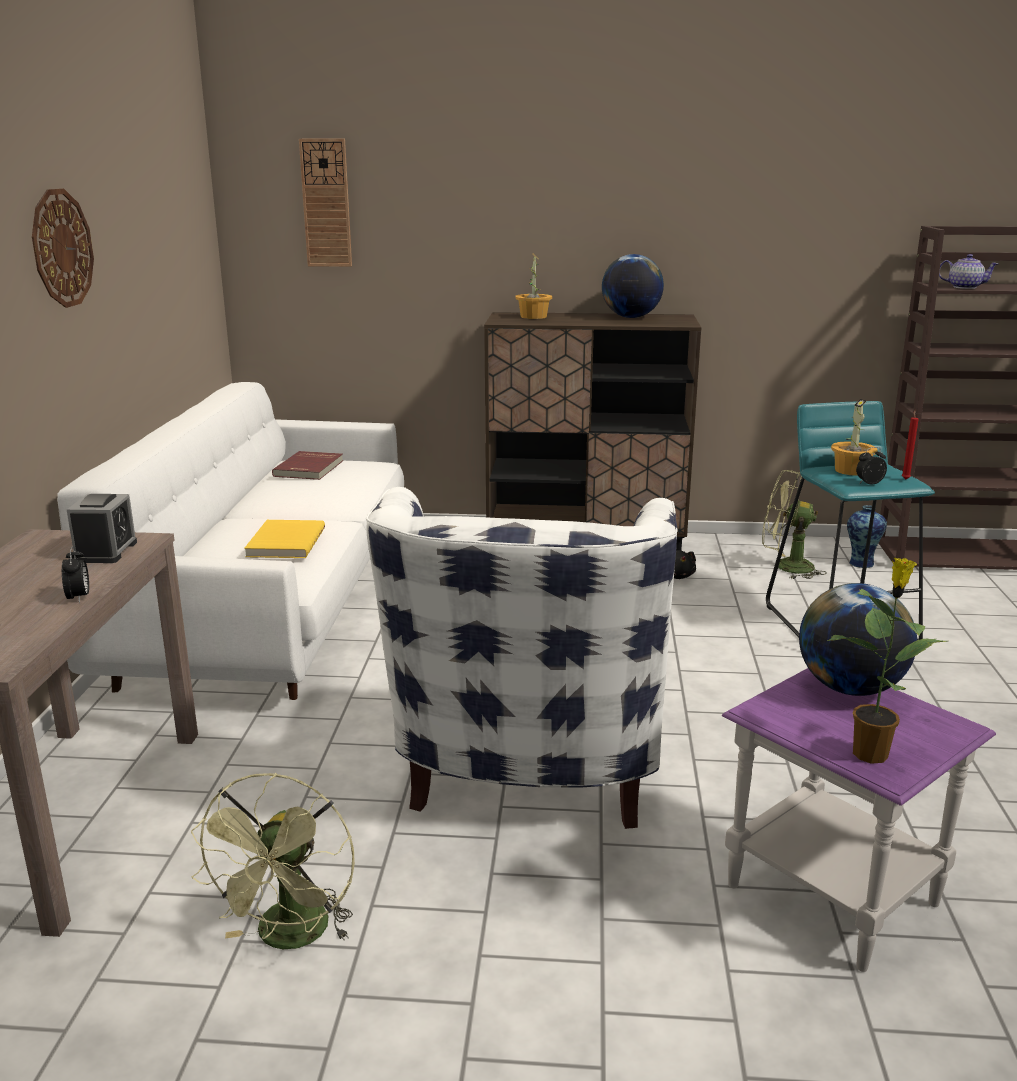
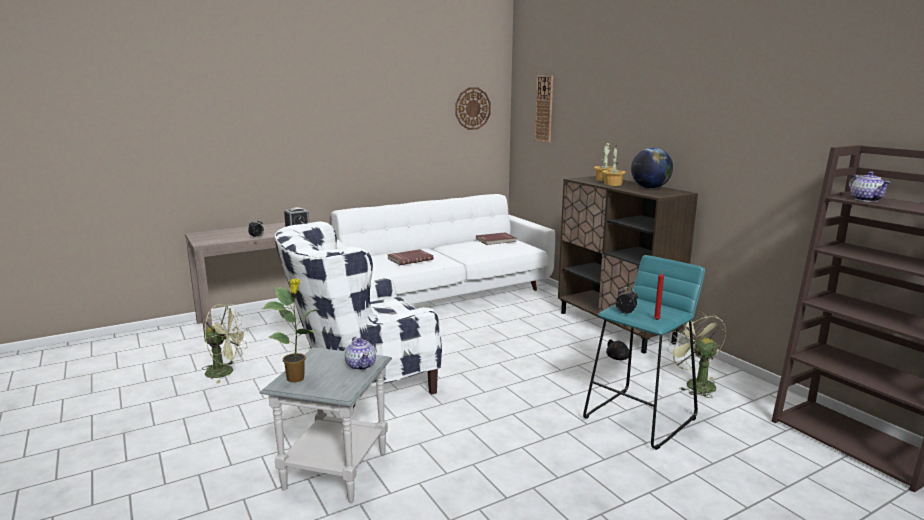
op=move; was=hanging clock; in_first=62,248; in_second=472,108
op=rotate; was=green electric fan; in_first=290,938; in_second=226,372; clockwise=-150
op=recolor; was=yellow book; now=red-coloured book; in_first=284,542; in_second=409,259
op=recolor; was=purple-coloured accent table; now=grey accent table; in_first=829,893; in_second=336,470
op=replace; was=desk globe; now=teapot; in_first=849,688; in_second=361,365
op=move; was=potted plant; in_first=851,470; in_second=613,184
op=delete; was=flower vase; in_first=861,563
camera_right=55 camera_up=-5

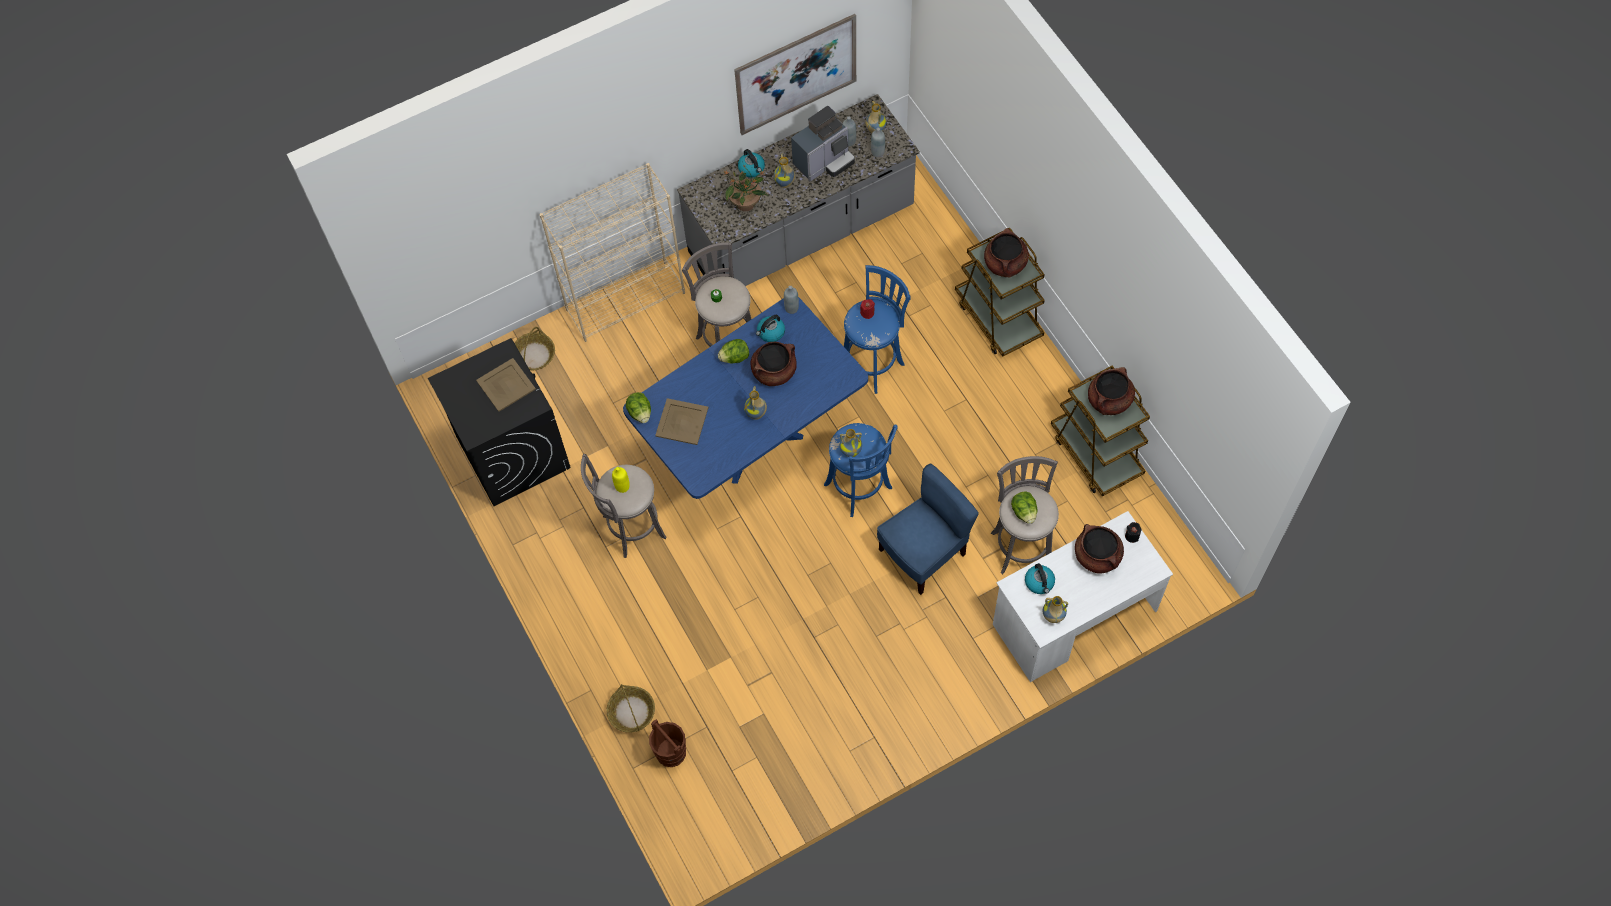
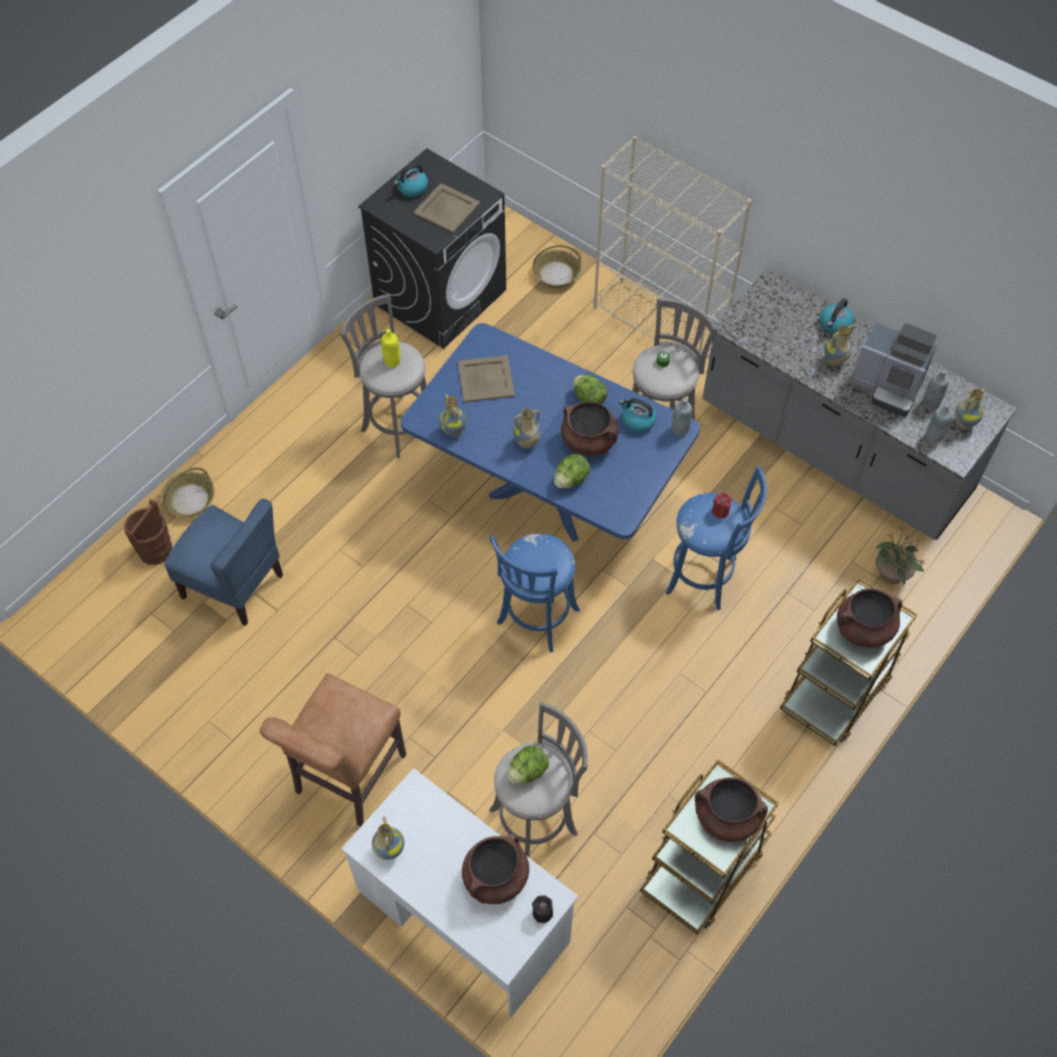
op=move; was=head of lettuce; in_first=640,413; in_second=571,480
op=move; was=potted plant; in_first=746,203; in_second=891,574
op=delete; was=wall picture; in_first=796,74
op=move; was=flower vase; in_first=851,451; in_second=454,431
op=move; was=blue-coloured plain chair; in_first=923,553; in_second=234,585
op=move; was=water kettle; in_first=1039,582; in_second=412,188
op=insert; now=brown-coloured plain chair; in_second=347,778
camera_right=65 camera_up=-5

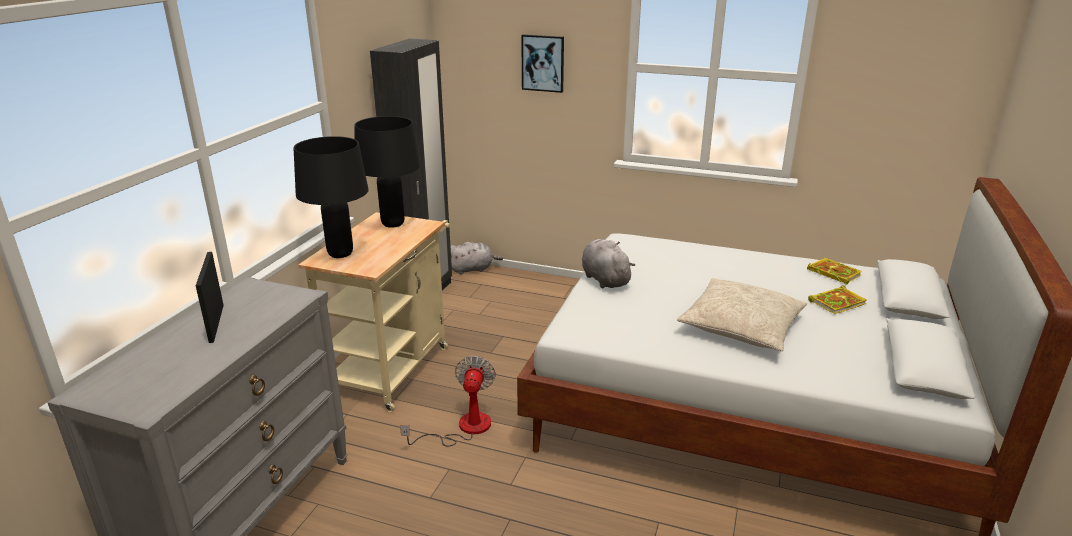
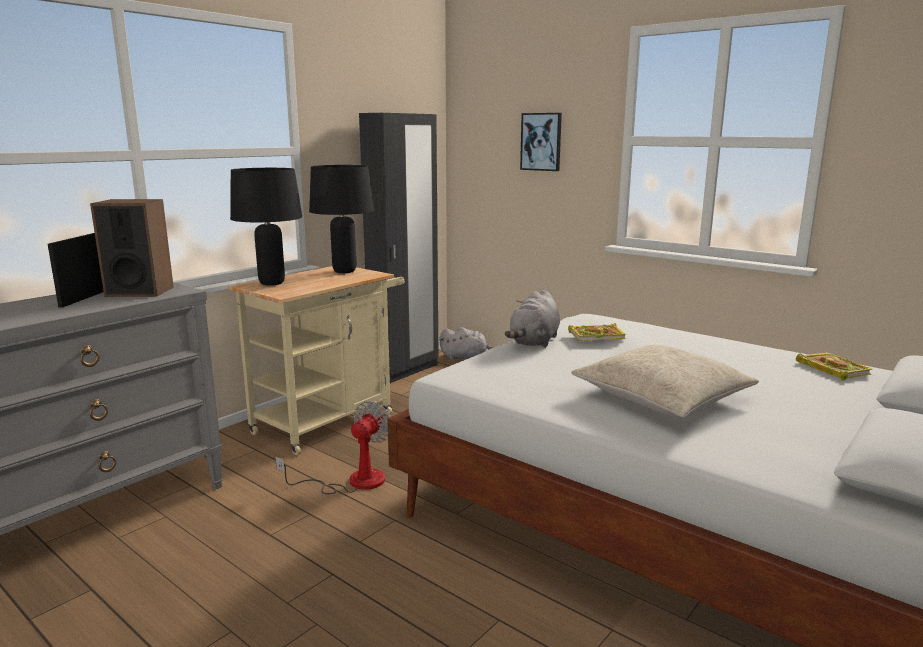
op=rotate; was=grey plush toy; in_first=604,279; in_second=534,342; clockwise=-150
op=move; was=book; in_first=837,302; in_second=597,335
op=insert; now=loudspeaker; in_second=140,291
camera_right=20 camera_up=-10

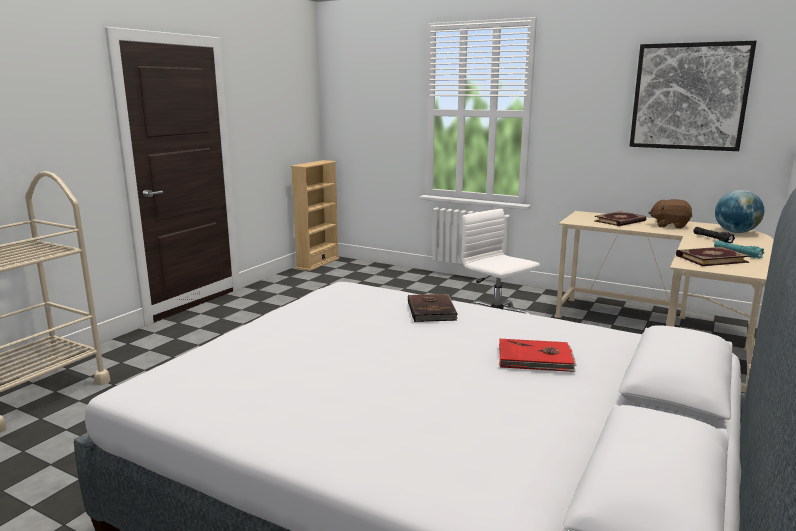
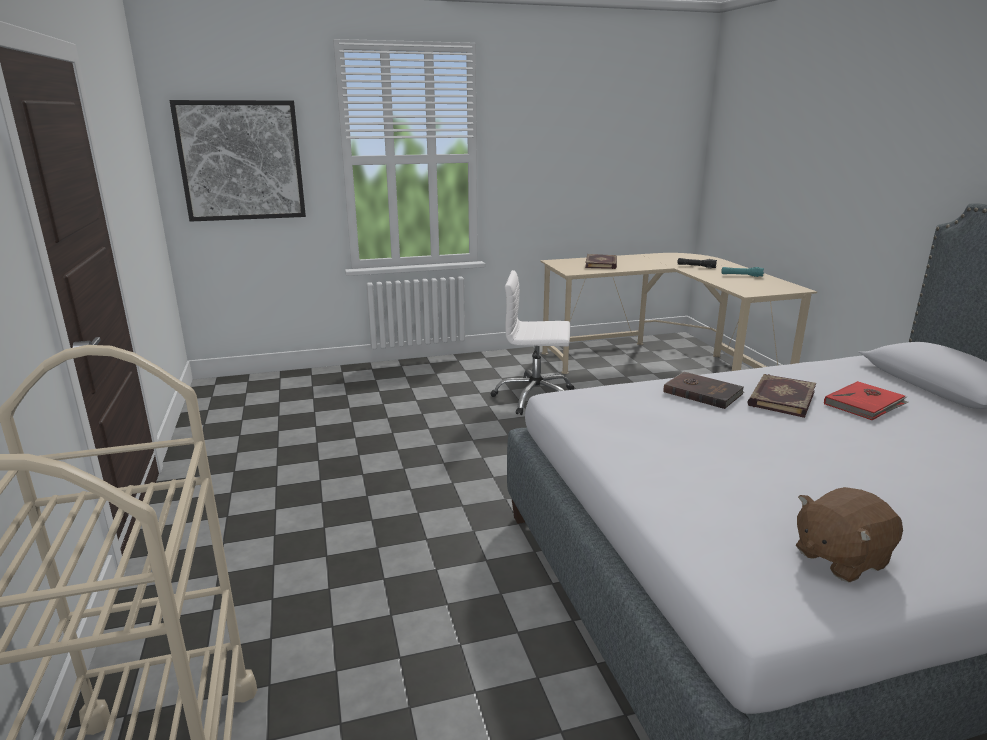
op=delete; was=beige bookshelf; in_first=318,263
op=move; was=wall picture; in_first=689,96; in_second=241,161
op=move; was=brown-coloured plush toy; in_first=669,225; in_second=839,558
op=move; was=book; in_first=711,258; in_second=780,398
op=delete; was=desk globe; in_first=736,232
camera_right=-45 camera_up=5

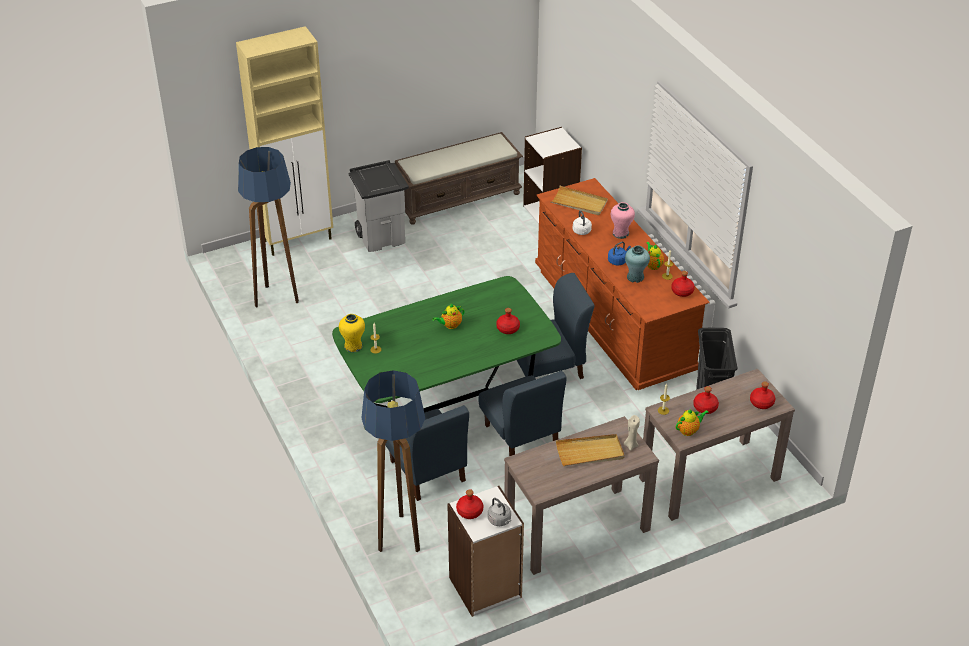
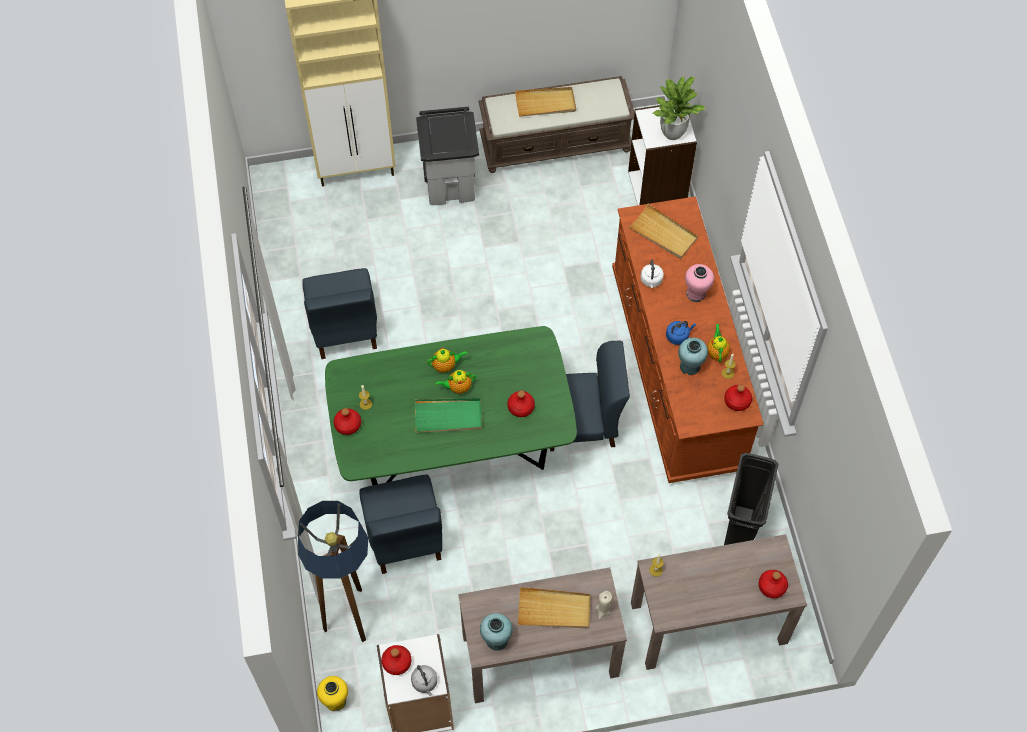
op=delete; was=standing lamp; in_first=277,299
op=move; was=yellow flower vase; in_first=353,346; in_second=335,701
op=move; was=blue-coloured plain chair; in_first=521,436; in_second=344,327
op=move; was=teapot; in_first=689,430; in_second=446,366
op=move; was=red-coloured bottle; in_first=705,407; in_second=347,424
op=insert; now=green carrying tray; in_second=448,416
op=insert; now=turquoise flower vase; in_second=497,640
op=insert; now=beige carrying tray; in_second=545,103
op=insert; now=potted plant; in_second=673,132
camera_right=15 camera_up=20

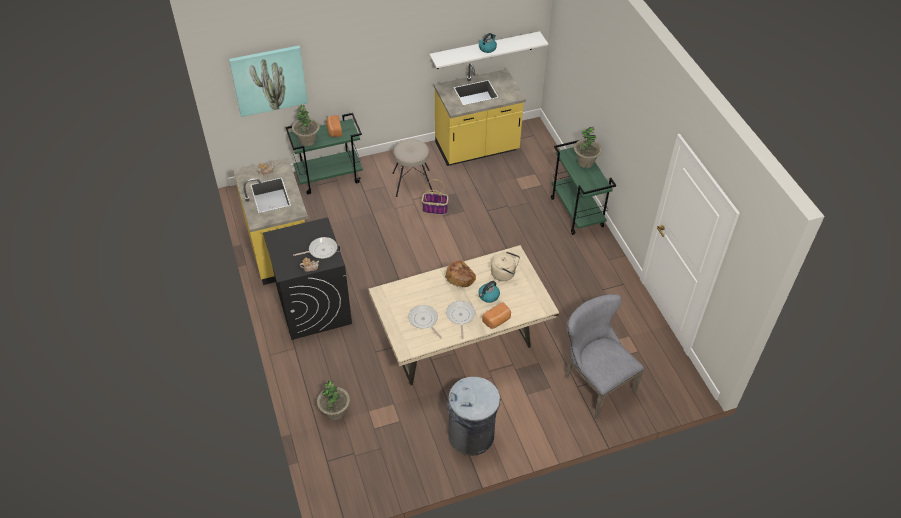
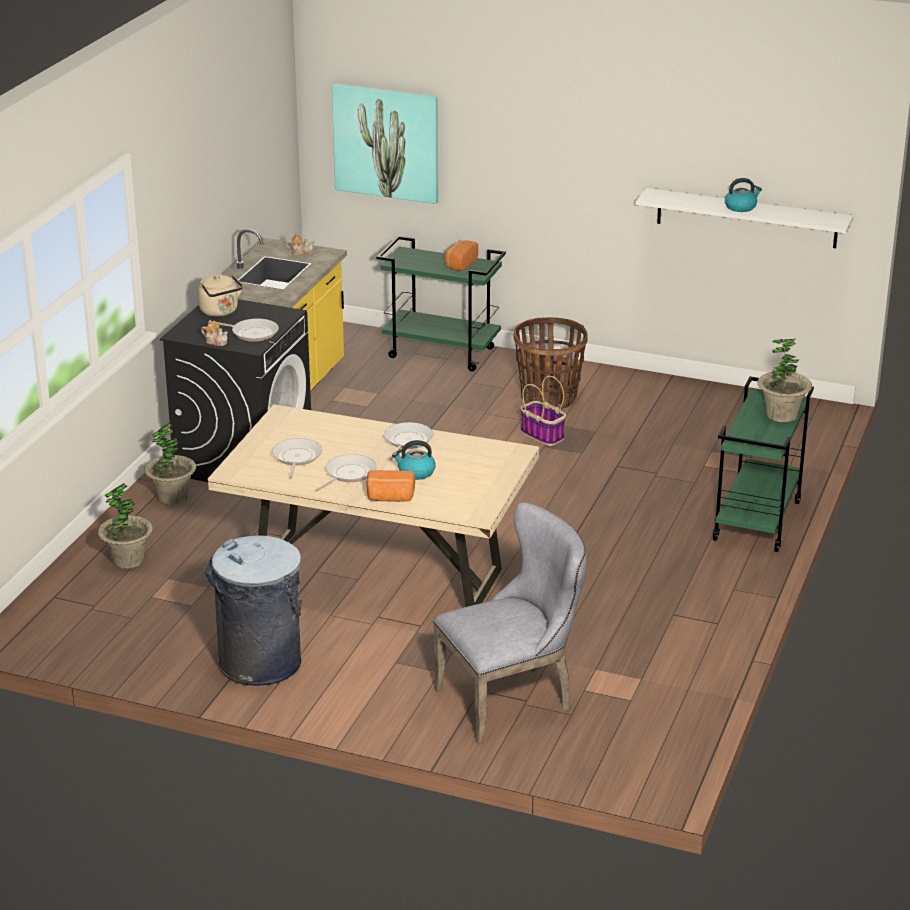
op=move; was=potted plant; in_first=307,141; in_second=172,497
op=replace; was=beige stool seat; now=basket; in_first=412,182; in_second=549,398
op=delete; was=yellow kitchen base unit; in_first=477,149
op=replace; was=baked bread; now=pan; in_first=460,277; in_second=407,441
op=move; was=beige water kettle; in_first=504,274; in_second=220,312
op=rotate; was=grey plain chair; in_first=594,382; in_second=512,699; clockwise=60
camera_right=40 camera_up=-20

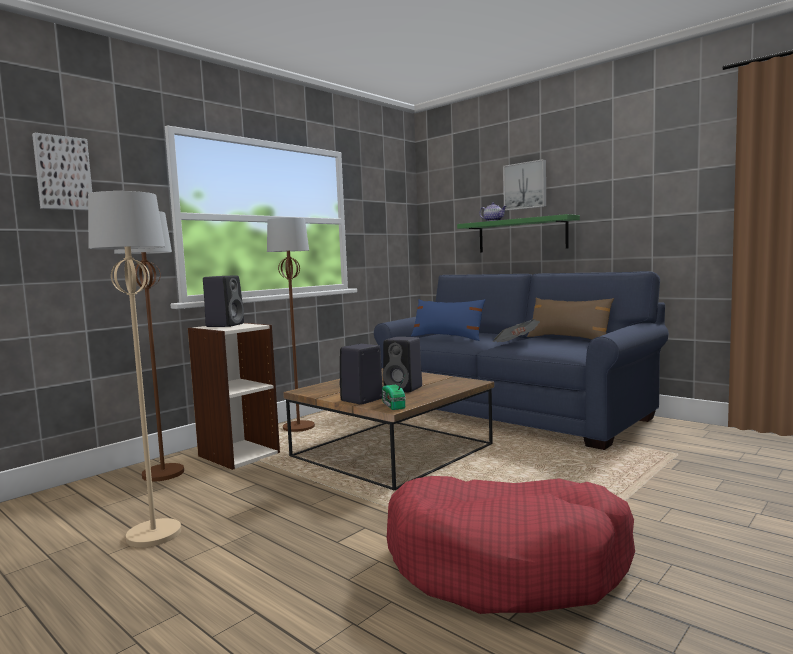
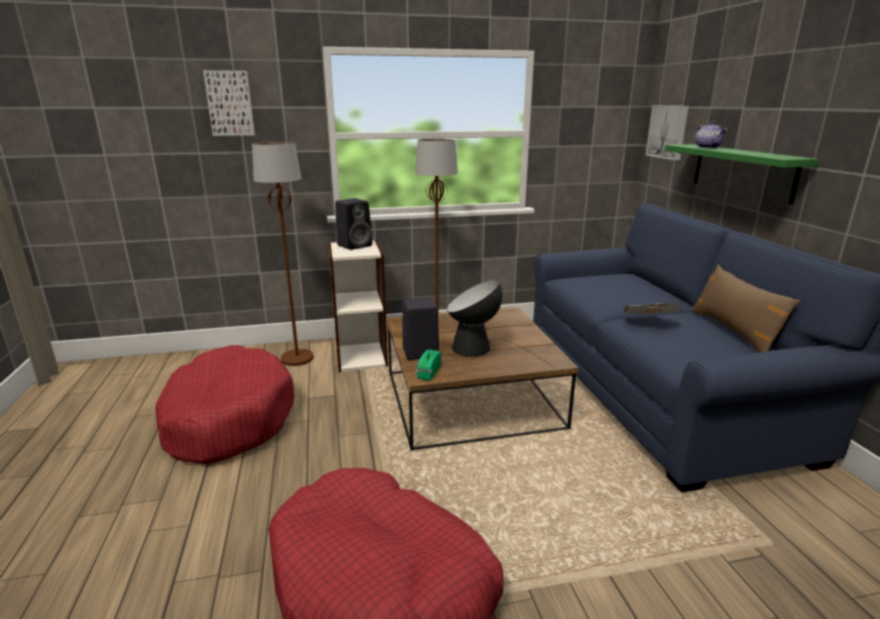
op=replace; was=beige standing lamp; now=red-coloured dog bed; in_first=154,534; in_second=227,418
op=replace; was=black loudspeaker; now=tabletop lamp; in_first=404,389; in_second=478,348
op=delete; was=blue-coloured pillow; in_first=447,337
op=move; was=wall picture; in_first=525,186; in_second=668,132
camera_right=35 camera_up=15

